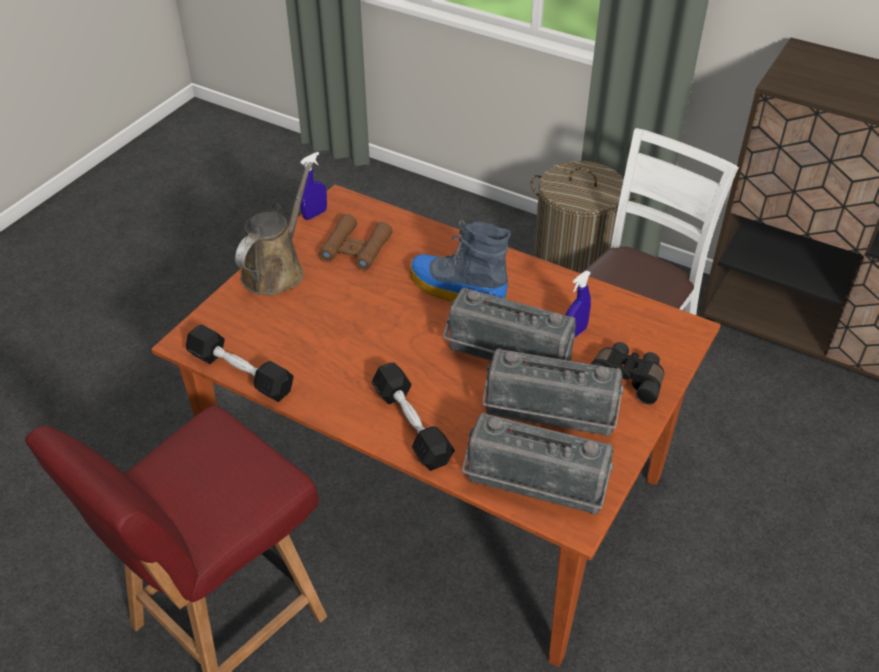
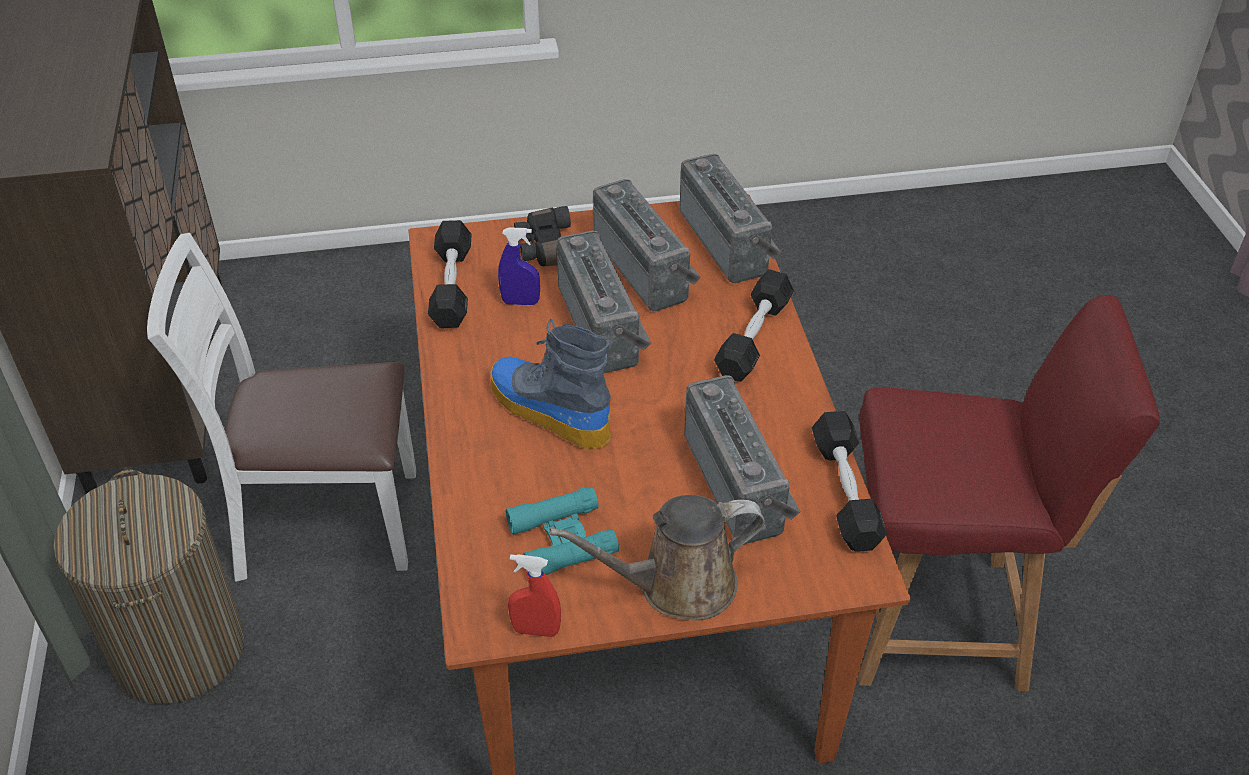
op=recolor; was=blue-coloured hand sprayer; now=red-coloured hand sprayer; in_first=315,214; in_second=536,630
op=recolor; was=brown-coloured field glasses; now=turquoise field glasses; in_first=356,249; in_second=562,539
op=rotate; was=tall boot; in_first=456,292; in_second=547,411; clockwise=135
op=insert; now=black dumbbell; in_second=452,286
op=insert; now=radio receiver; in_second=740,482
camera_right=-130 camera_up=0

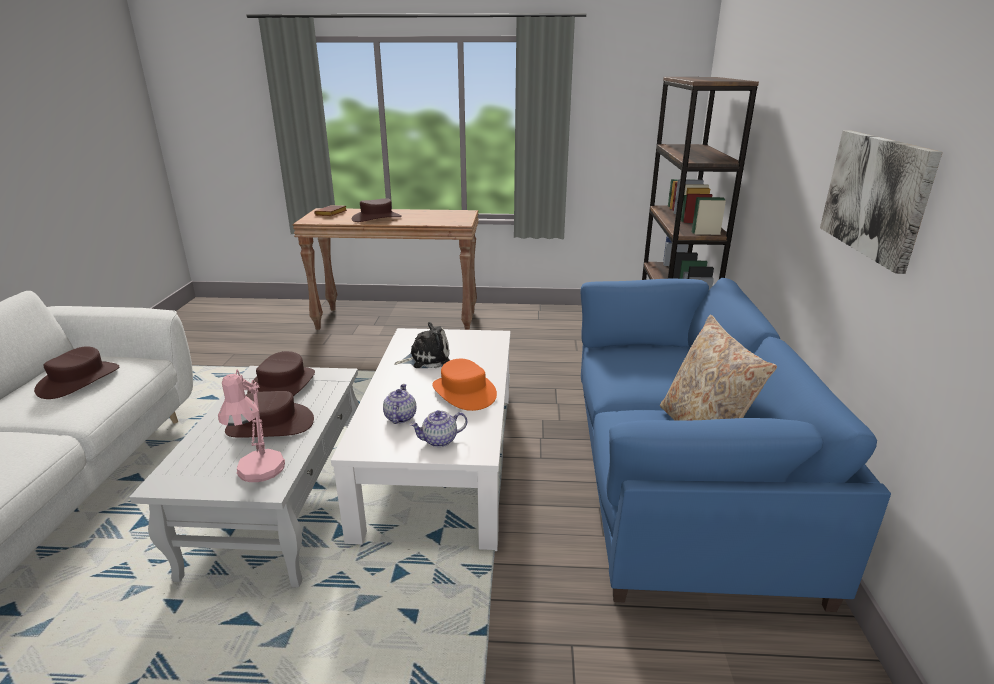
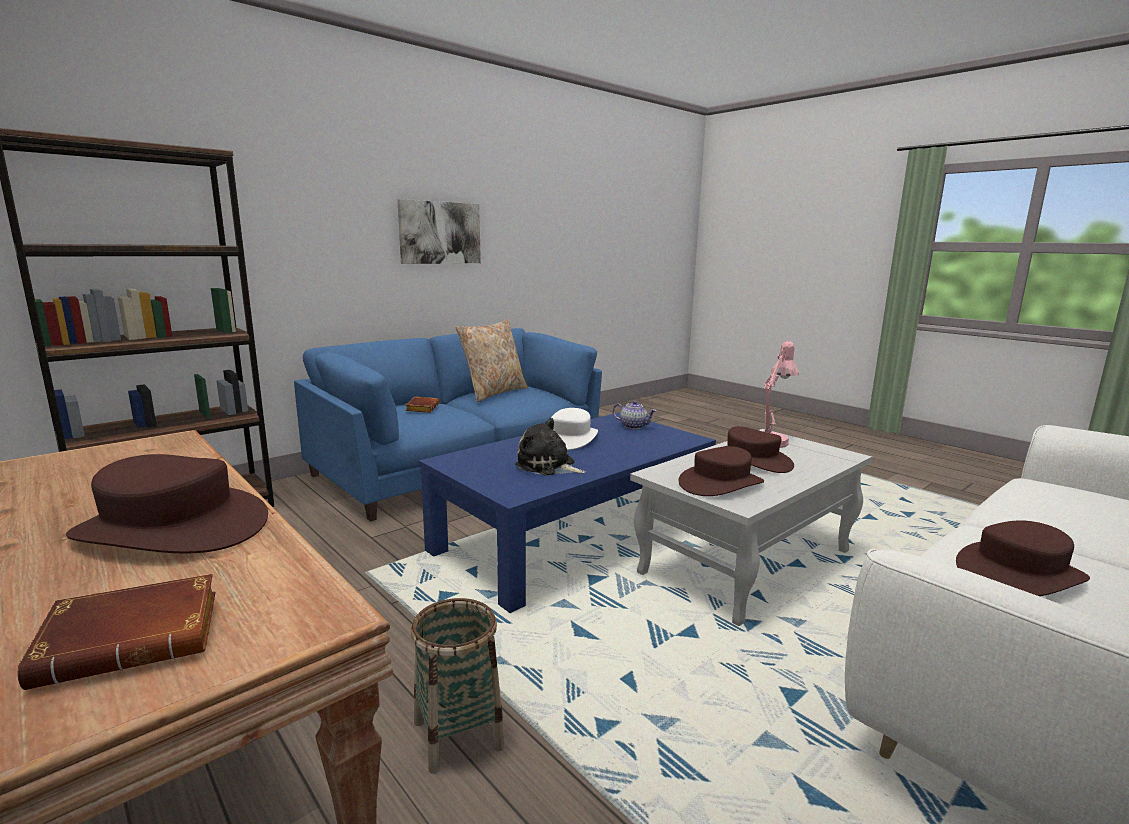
op=recolor; was=white coffee table; now=blue-coloured coffee table; in_first=441,458; in_second=575,535
op=delete; was=teapot; in_first=400,417
op=recolor; was=orange-coloured hat; now=white hat; in_first=463,392; in_second=570,438
op=insert; now=brown-coloured book; in_second=422,408
op=insert; now=basket; in_second=458,734
camera_right=-135 camera_up=-10

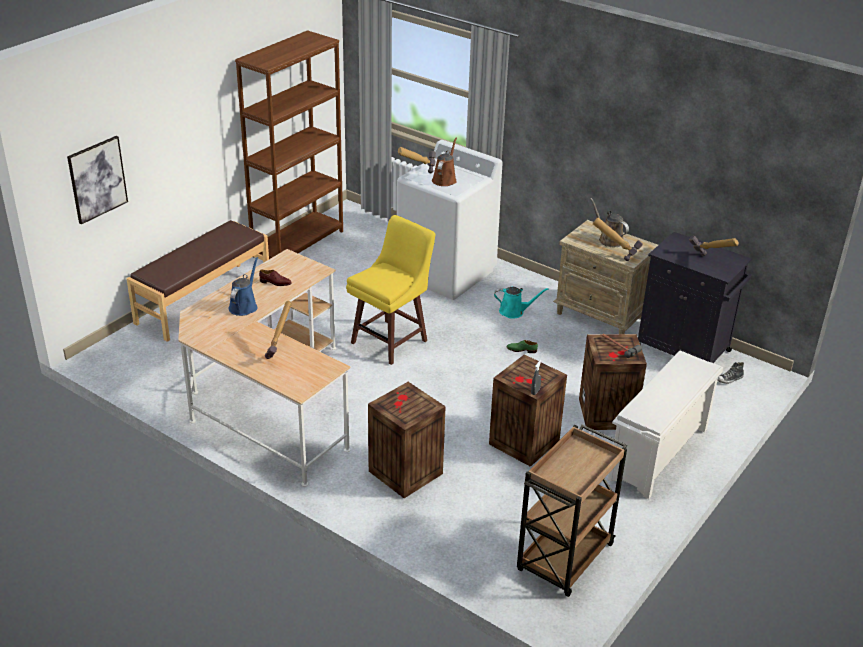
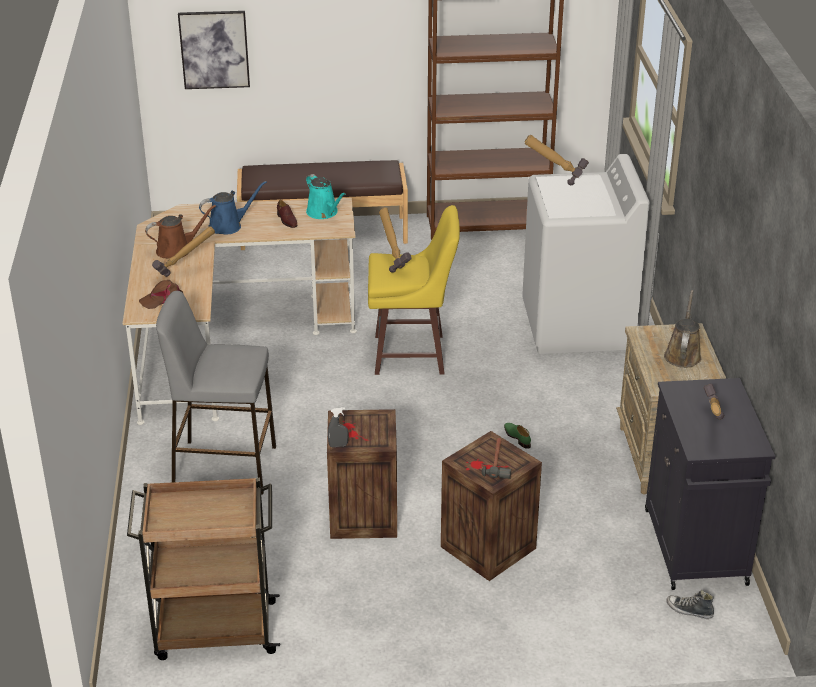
op=replace; was=crate; now=grey stool seat; in_first=404,472; in_second=223,467
op=move; was=brown-coloured sprinkling can; in_first=445,179; in_second=177,250
op=move; was=turquoise sprinkling can; in_first=514,312; in_second=324,213
op=move; was=hand hammer; in_first=615,254; in_second=395,262
op=delete; was=white shoe stand; in_first=658,455
op=insert; now=brown-coloured baseball cap; in_second=162,299
camera_right=50 camera_up=0

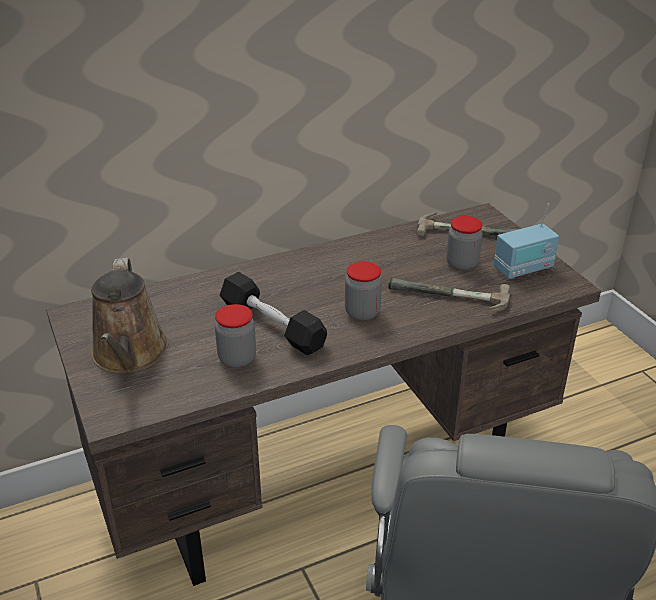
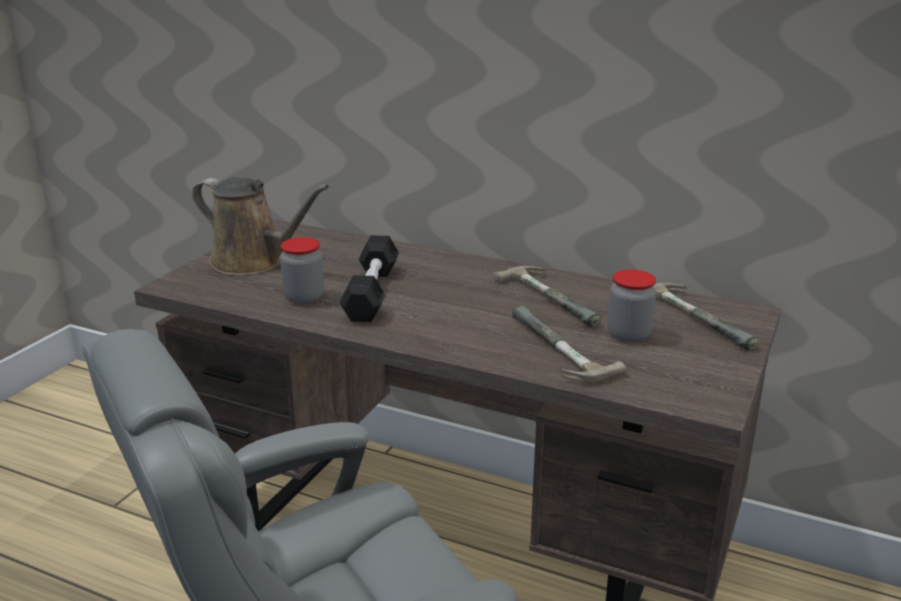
op=rotate; was=brown-coloured sprinkling can; in_first=129,355; in_second=253,262; clockwise=-105
op=delete; was=jar; in_first=362,312
op=delete; was=radio receiver; in_first=523,269
op=insert; now=hand hammer; in_second=556,297
camera_right=50 camera_up=-10

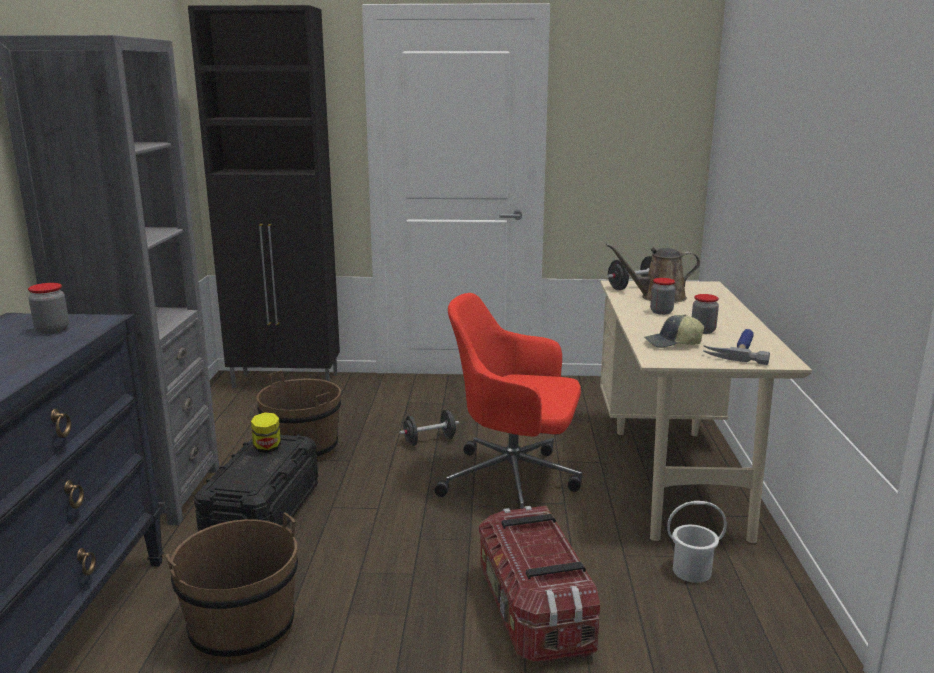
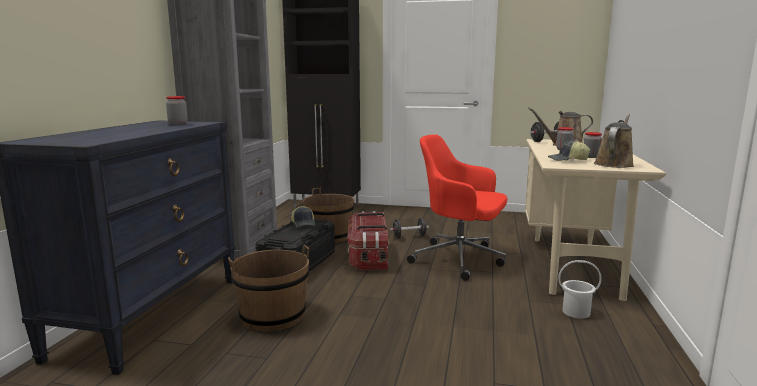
op=replace; was=jar; now=baseball cap; in_first=267,448; in_second=304,223
op=move; was=storage bin; in_first=533,611; in_second=368,257
op=replace; was=hand hammer; now=brown-coloured sprinkling can; in_first=739,350; in_second=614,164
camera_right=10 camera_up=-5

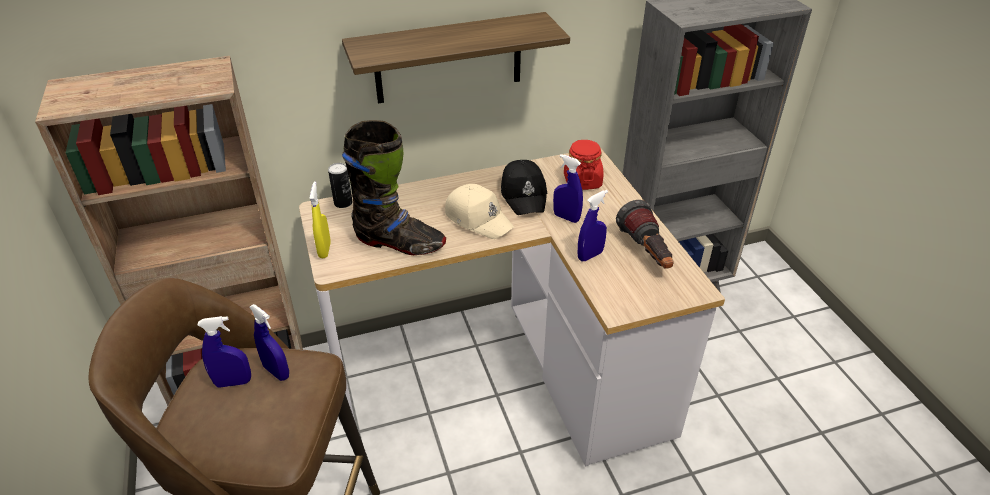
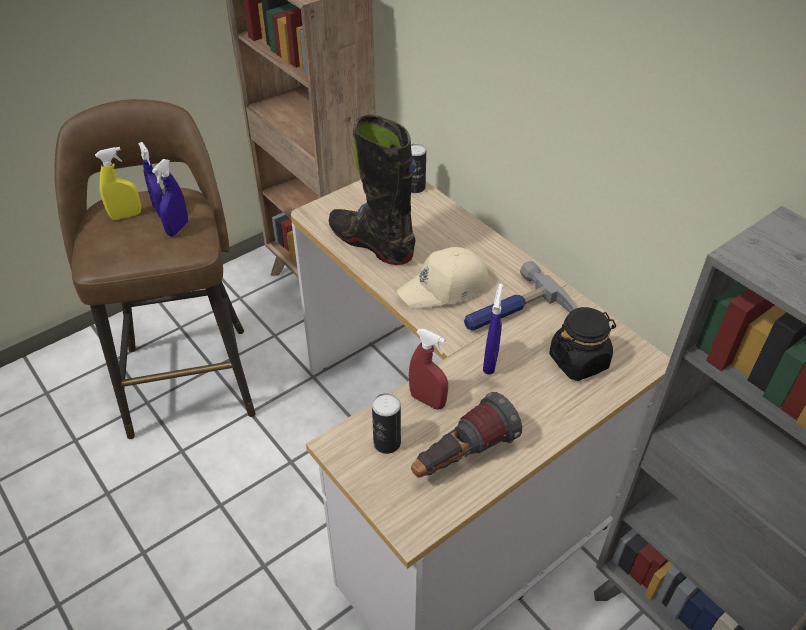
op=move; was=yellow hand sprayer; in_first=324,250; in_second=126,215
op=delete; was=wall shelf; in_first=448,58
op=rotate; was=black tall boot; in_first=399,243; in_second=372,243; clockwise=135
op=rotate; was=beige baseball cap; in_first=478,218; in_second=445,288; clockwise=45
op=replace; was=black baseball cap; now=hand hammer; in_first=524,194; in_second=514,314
op=recolor; was=red-coloured jar; now=black jar; in_first=582,181; in_second=578,361
op=recolor; was=blue-coloured hand sprayer; now=red-coloured hand sprayer; in_first=590,255; in_second=427,400
op=insert; now=sealed can; in_second=387,443
camera_right=70 camera_up=5

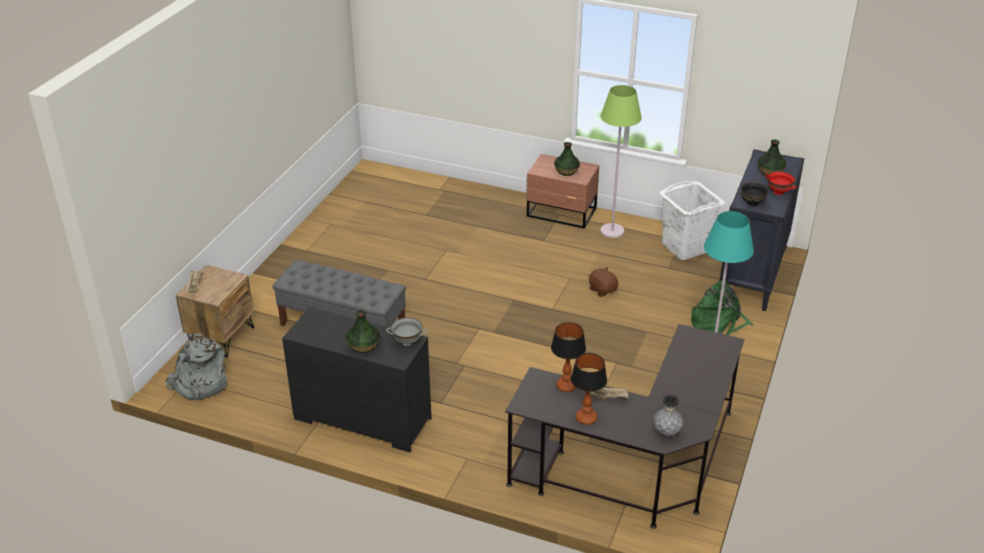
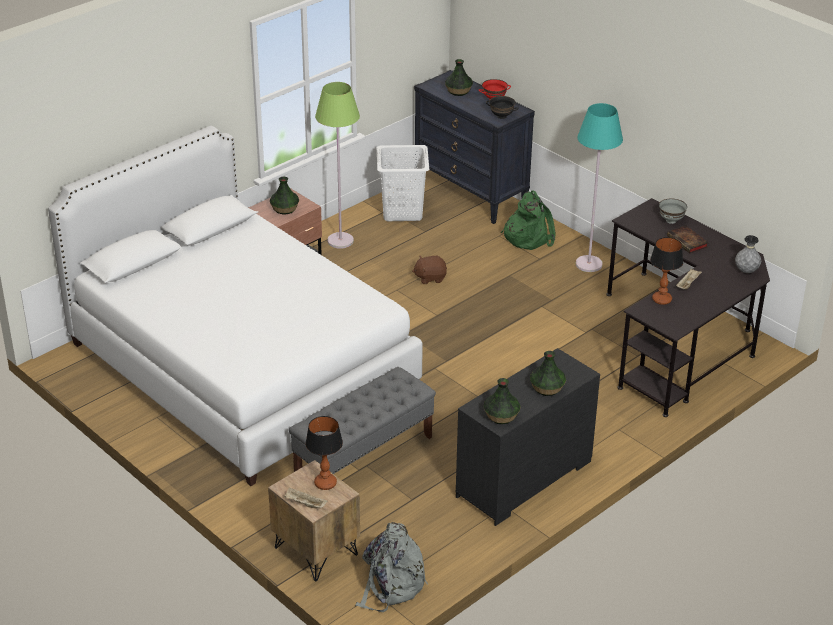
op=move; was=grey bowl; in_first=407,342; in_second=671,221
op=move; was=tabletop lamp; in_first=586,418; in_second=325,483
op=insert; now=white bed; in_second=241,366
op=insert; now=flower vase; in_second=501,416
op=insert; now=book; in_second=688,242
camera_right=-65 camera_up=0

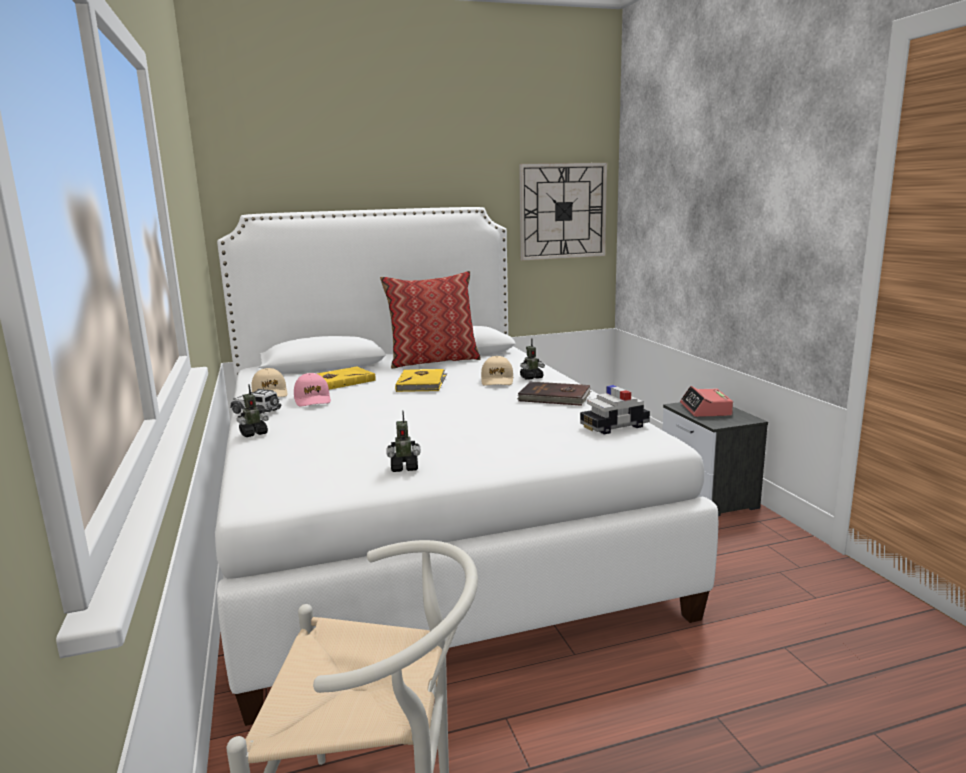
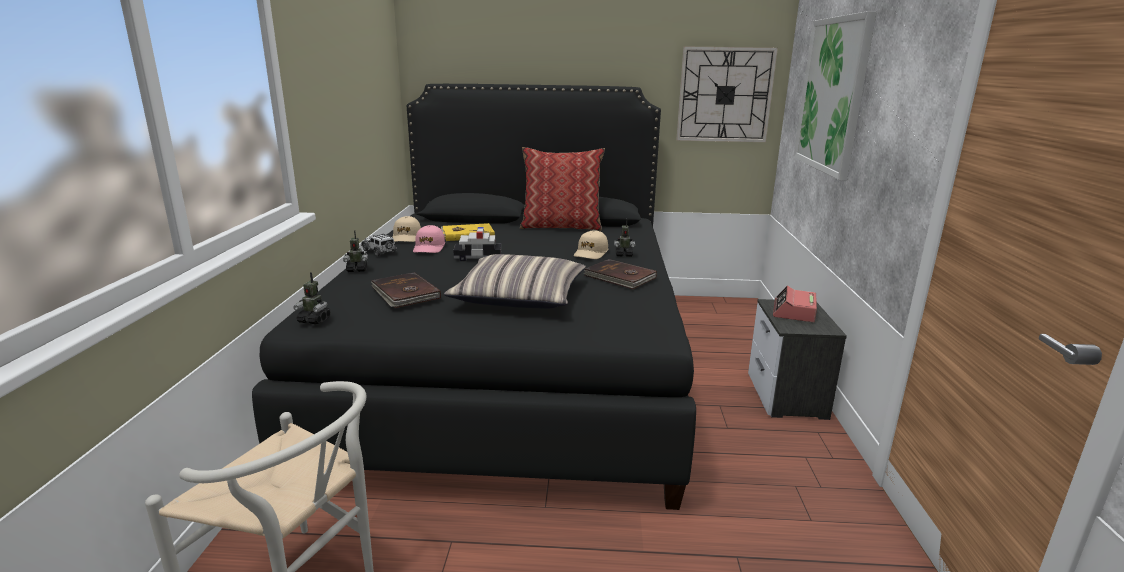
op=recolor; was=white bed; now=black bed; in_first=421,523; in_second=512,365
op=move; was=robot figure; in_first=404,468; in_second=314,320
op=delete; was=yellow book; in_first=422,383
op=move; was=miniature car; in_first=614,426; in_second=477,257
op=insert; now=brown-coloured book; in_second=404,293
op=insert; now=pillow; in_second=520,297
op=insert; now=wall picture; in_second=832,95
camera_right=20 camera_up=5

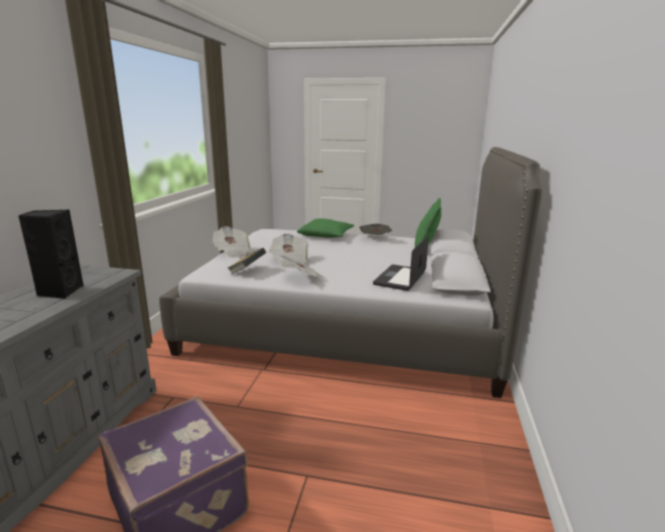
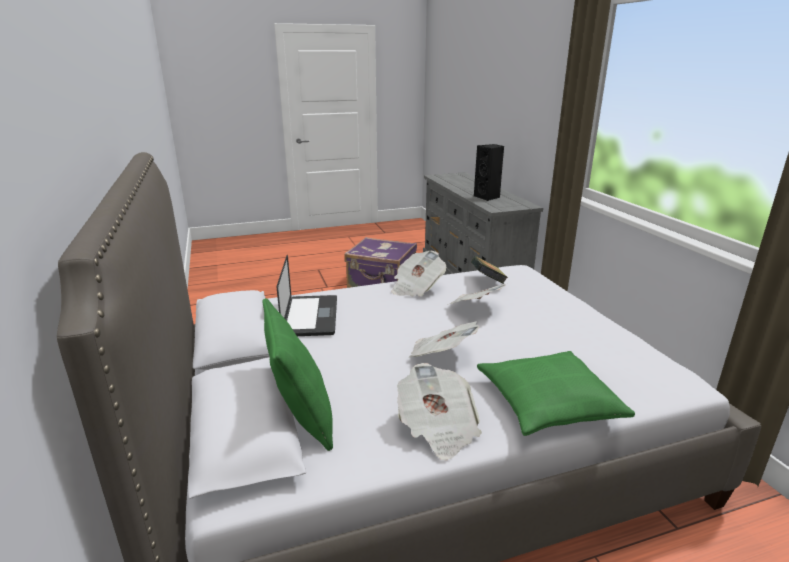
op=move; was=printed paper; in_first=232,252; in_second=441,355
camera_right=150 camera_up=5

